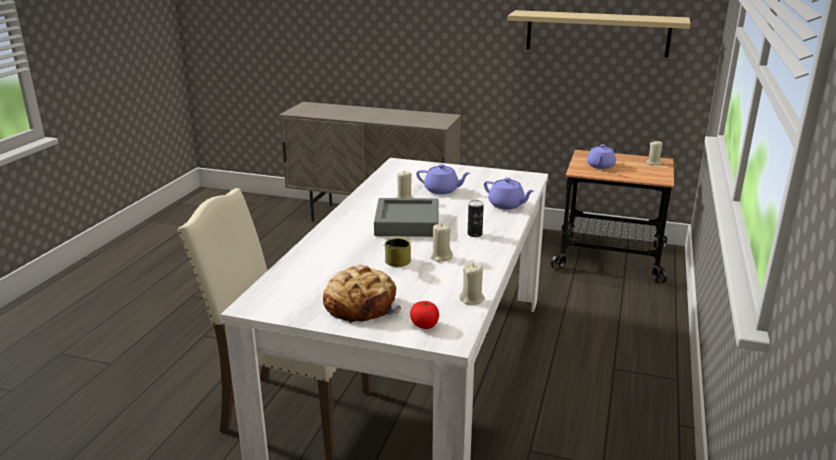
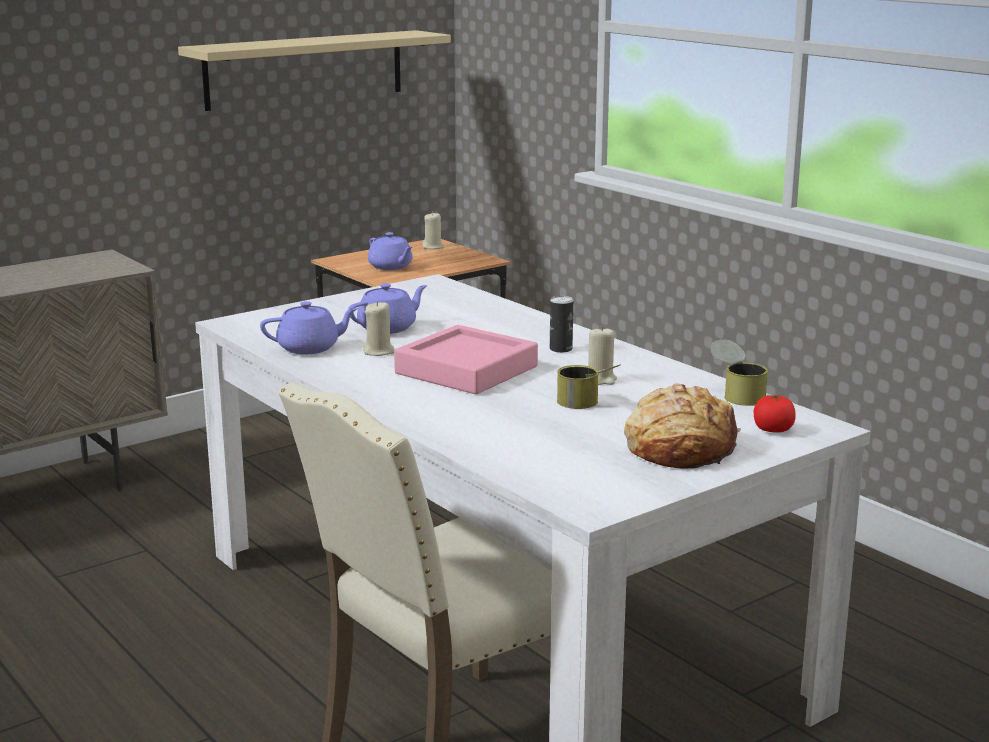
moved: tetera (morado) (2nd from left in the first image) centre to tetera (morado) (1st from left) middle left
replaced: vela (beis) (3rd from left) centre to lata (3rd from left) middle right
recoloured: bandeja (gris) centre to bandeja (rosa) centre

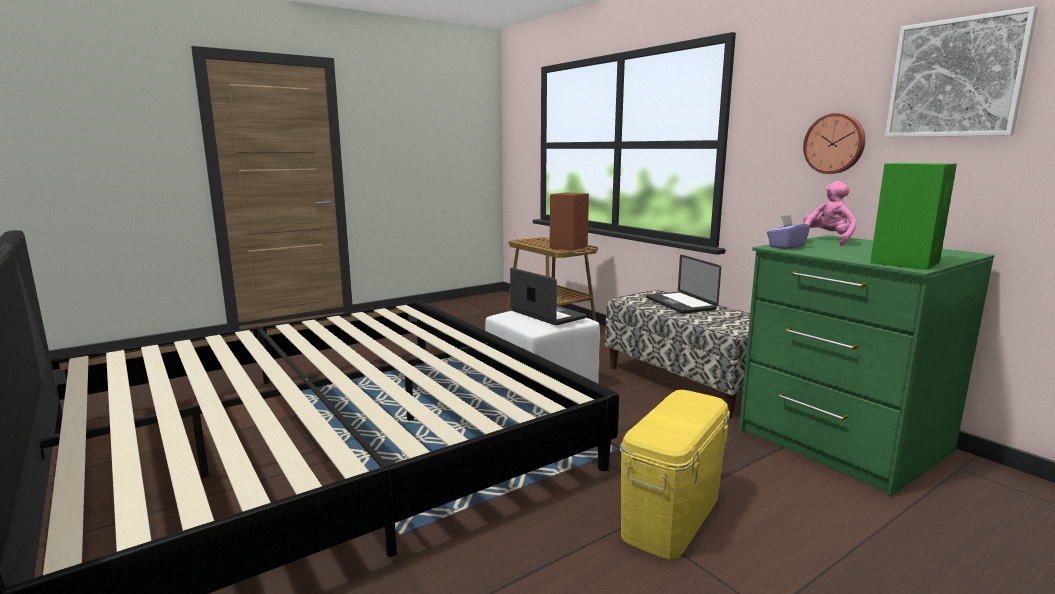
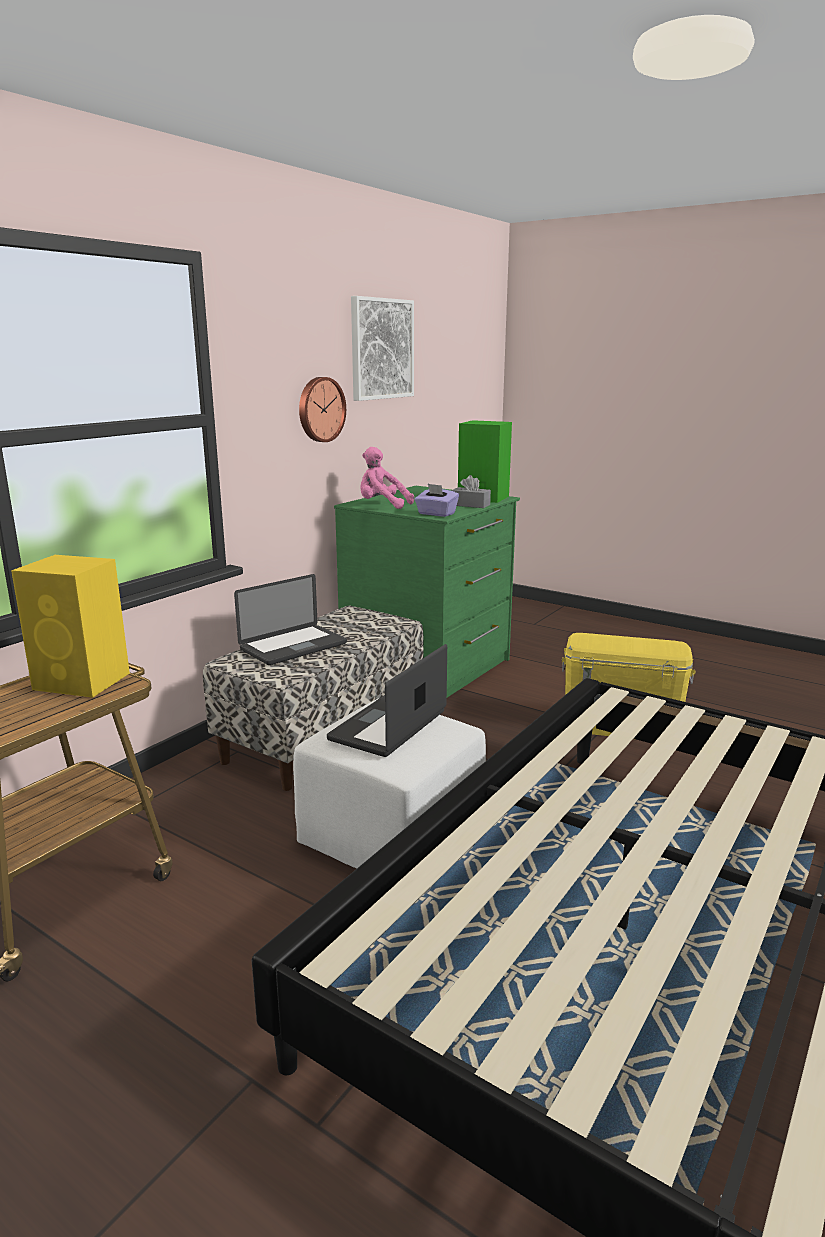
added: caja de pañuelos (gris) centre
recoloured: altavoz (marrón) centre to altavoz (amarillo) middle left

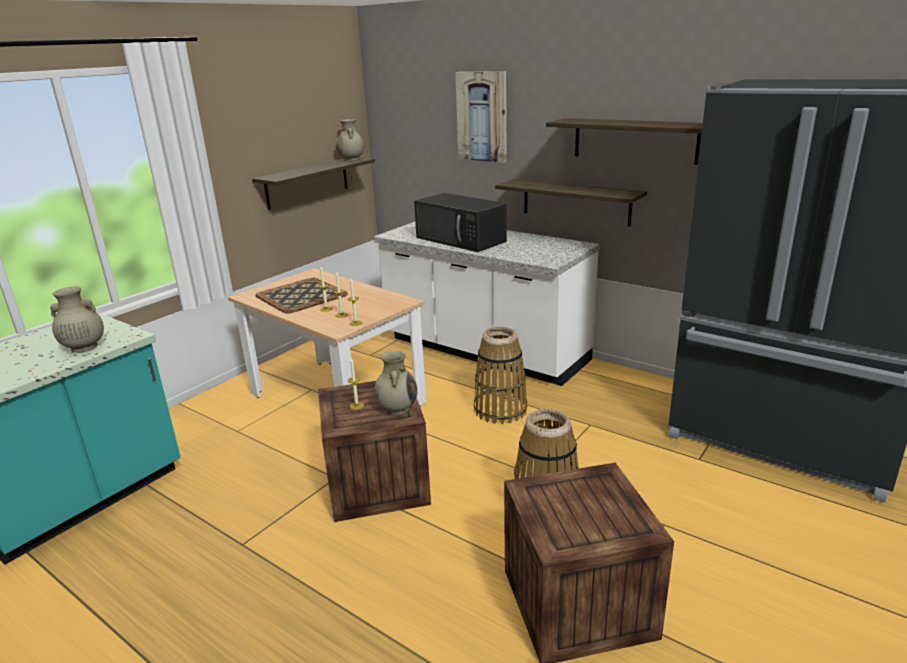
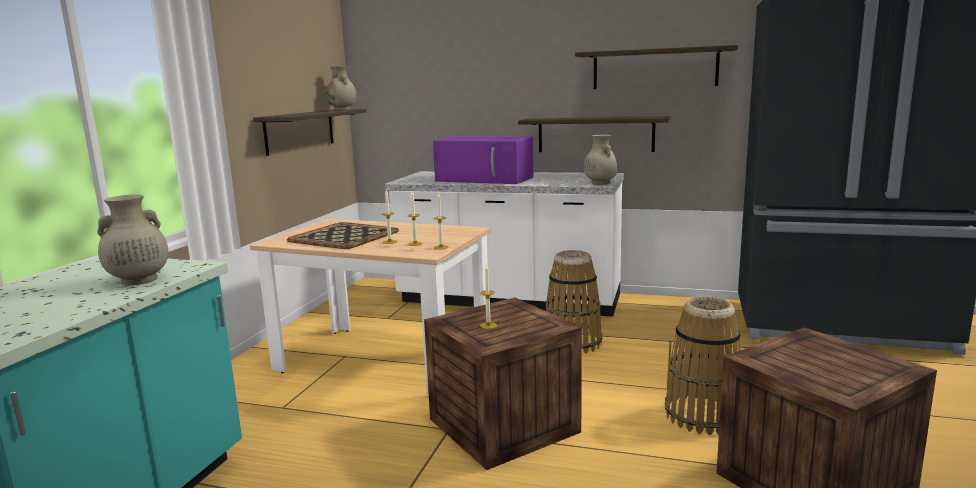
removed: cuadro top centre
moved: florero (beis) (3rd from left) centre to top centre
recoloured: microondas (negro) centre to microondas (morado) top centre

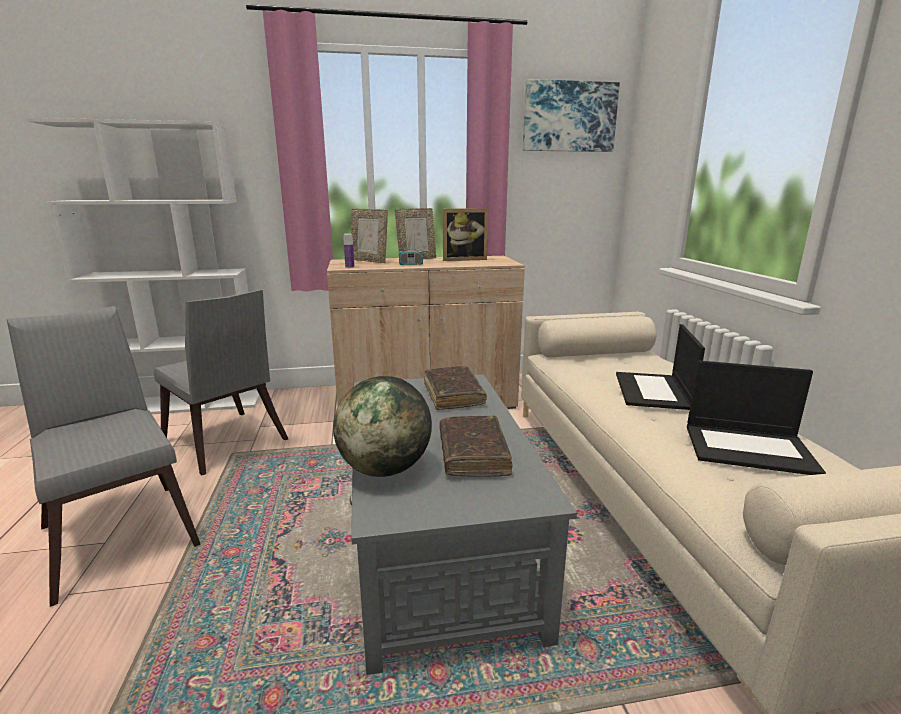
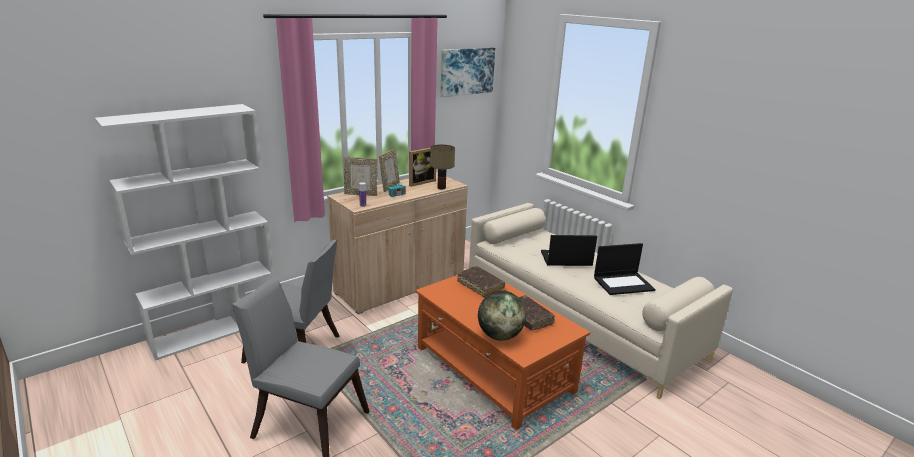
added: lámpara de mesa centre
recoloured: mesa de centro (gris) bottom centre to mesa de centro (naranja) bottom centre
turned: portátil (1st from left) middle right = centre 105 degrees clockwise

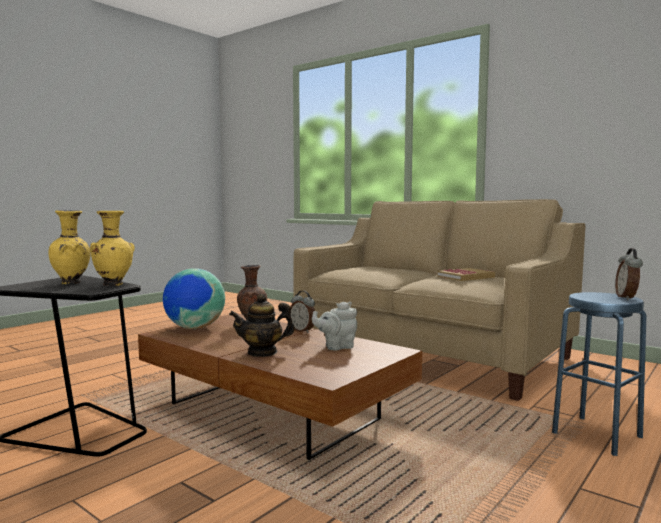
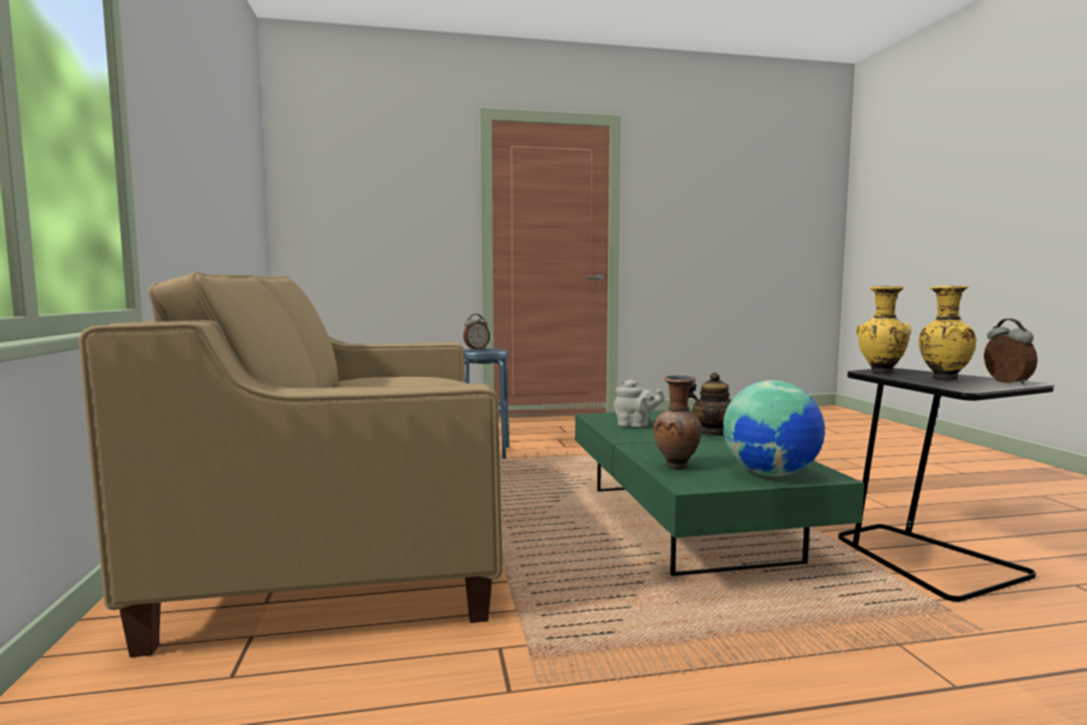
removed: libro middle right
moved: despertador (1st from left in the first image) centre to despertador (2nd from left) middle right
recoloured: mesa de centro (marrón) bottom centre to mesa de centro (verde) bottom centre

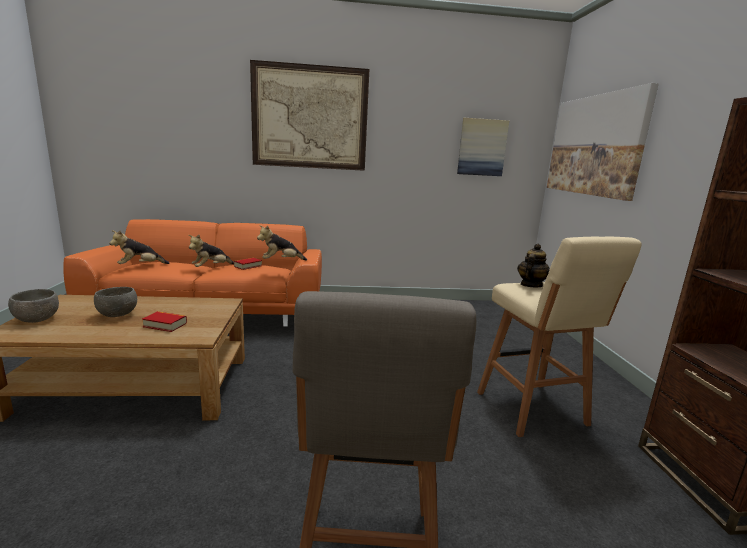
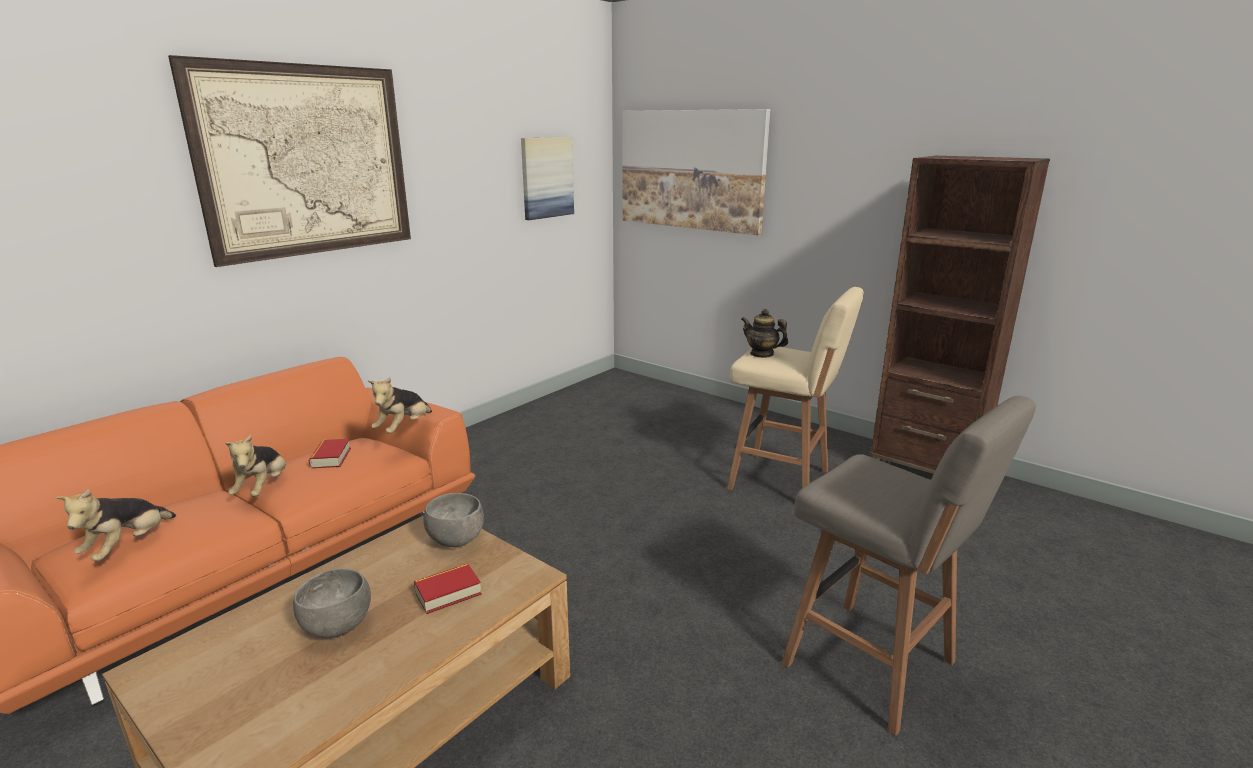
moved: cuenco (gris) (1st from left in the first image) middle left to cuenco (gris) (2nd from left) bottom centre
turned: tetera middle right = centre 45 degrees counterclockwise

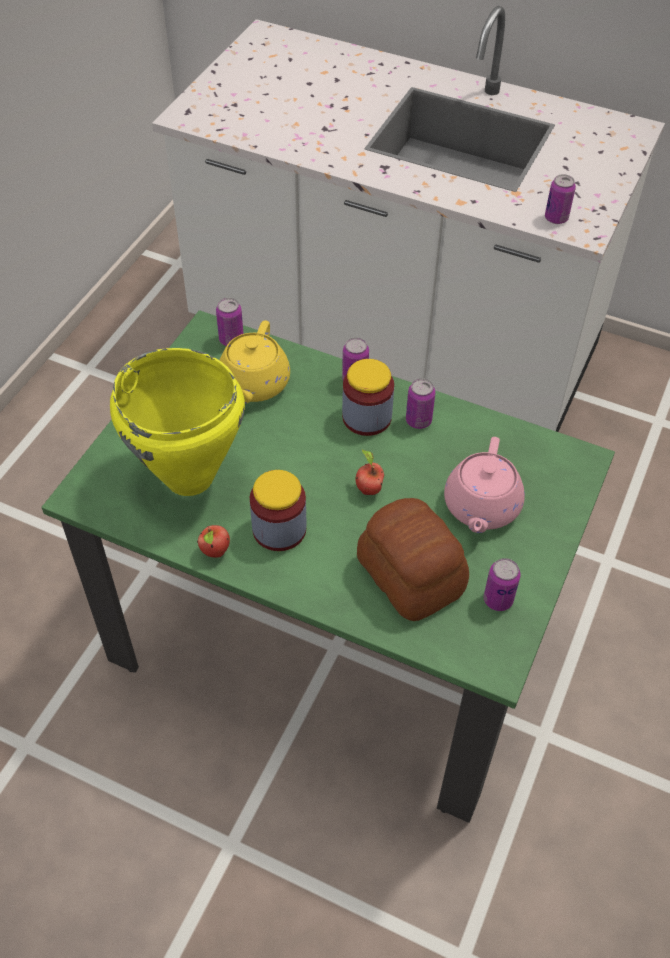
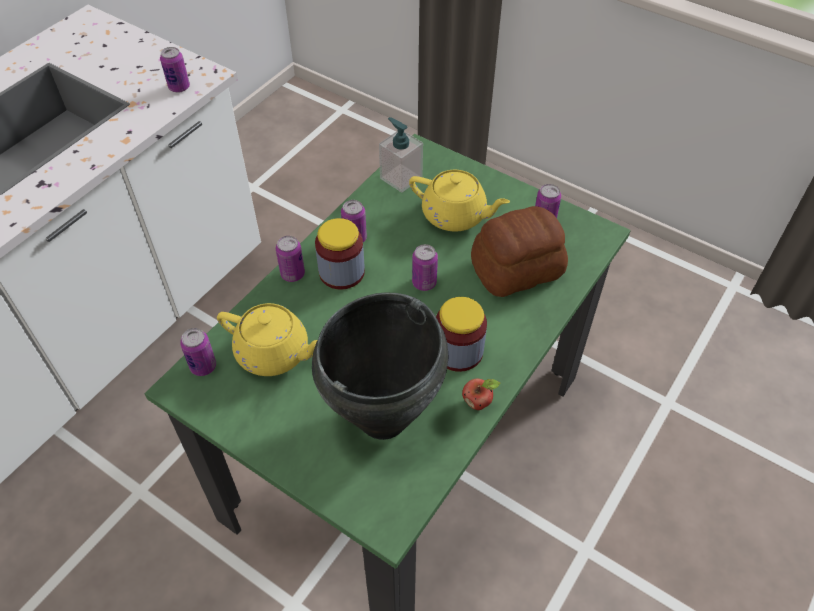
added: dispensador de jabón top centre
replaced: manzana (2nd from left) centre to lata (5th from left) centre
recoloured: olla (amarillo) middle left to olla (negro) centre; tetera (rosa) middle right to tetera (amarillo) (2nd from left) top centre

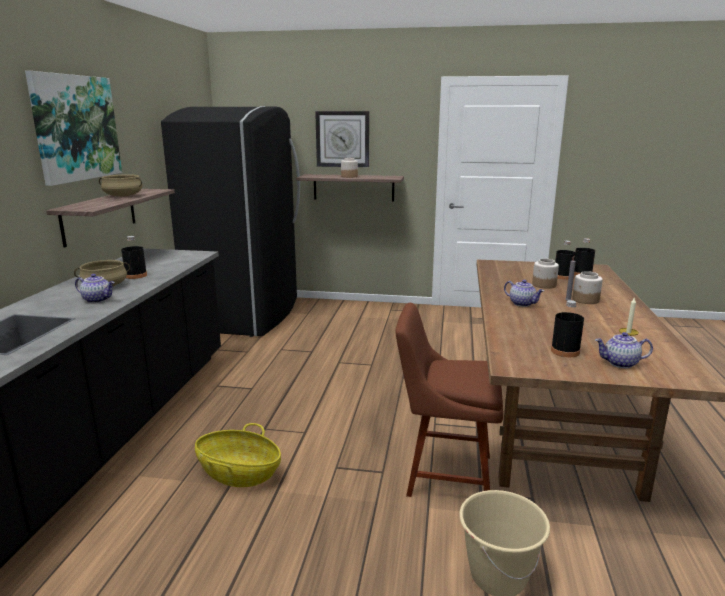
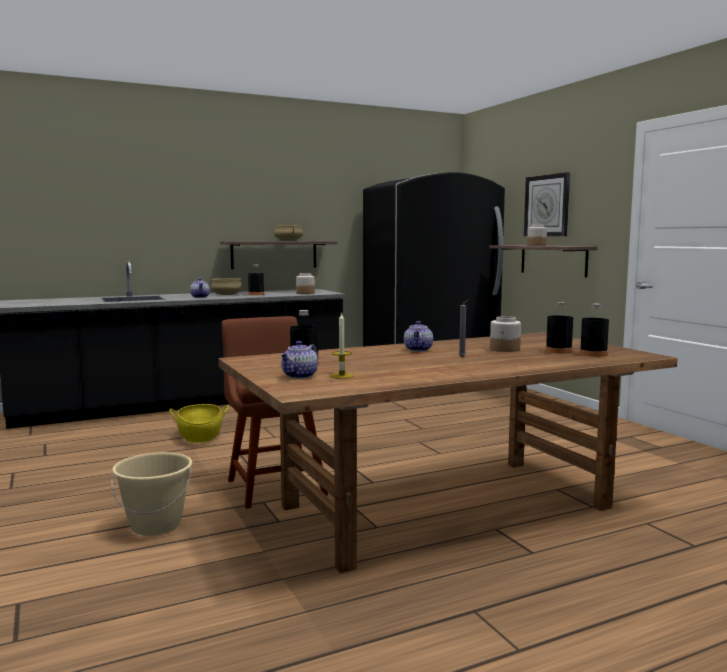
removed: cuadro top left
moved: tarro (3rd from left in the first image) middle right to tarro (1st from left) centre
turned: tetera (3rd from left in the first image) middle right = centre 120 degrees counterclockwise

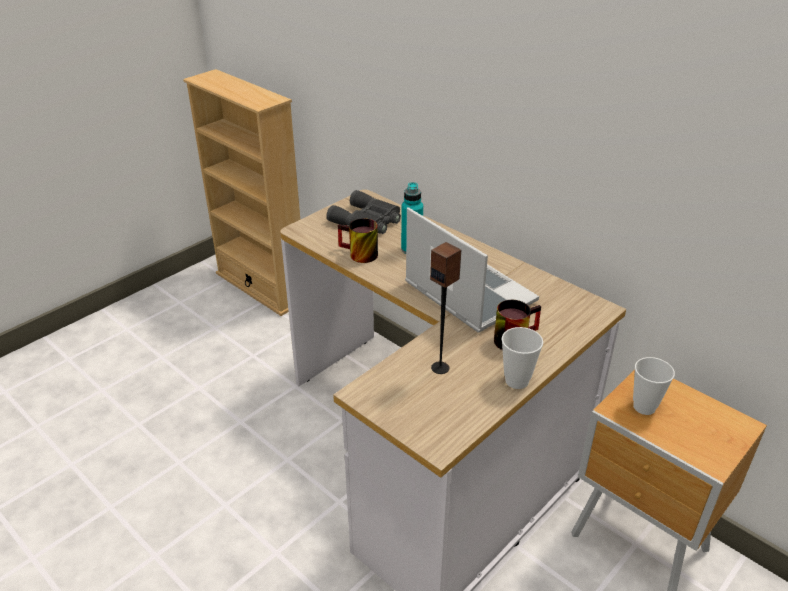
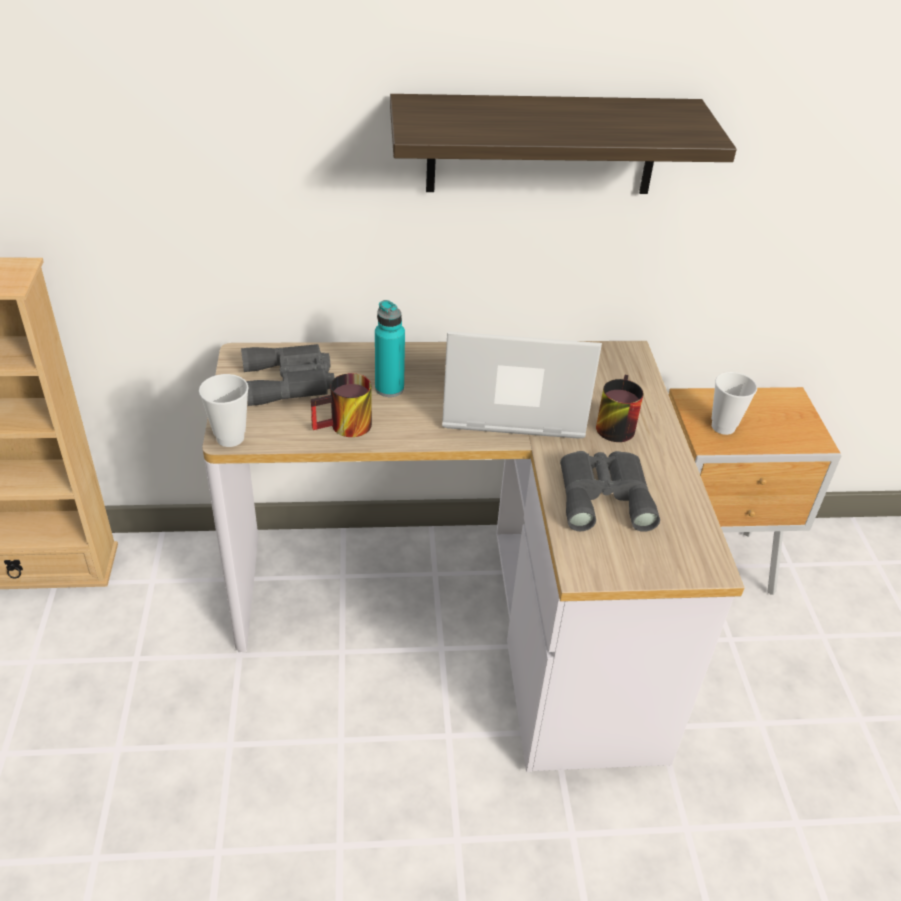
added: estante top centre
moved: taza (1st from left) centre to middle left
replaced: altavoz centre to prismáticos (gris) (2nd from left) middle right

